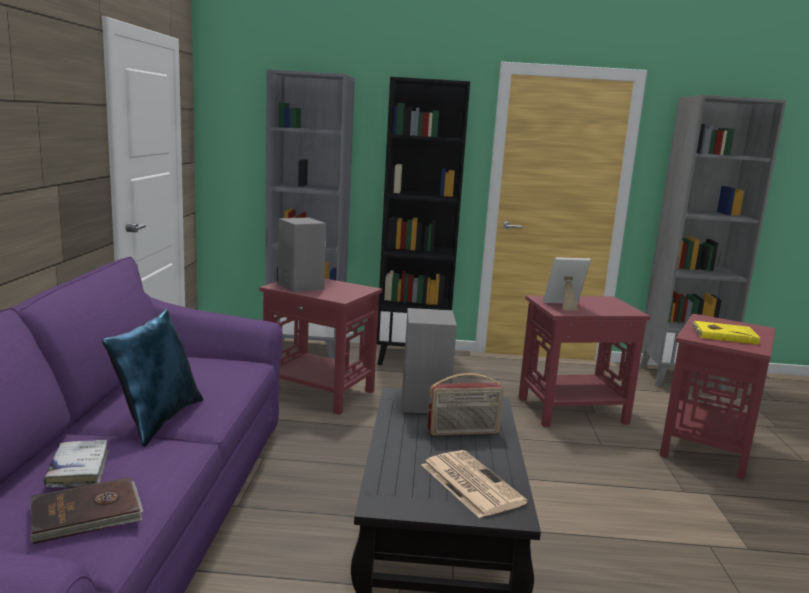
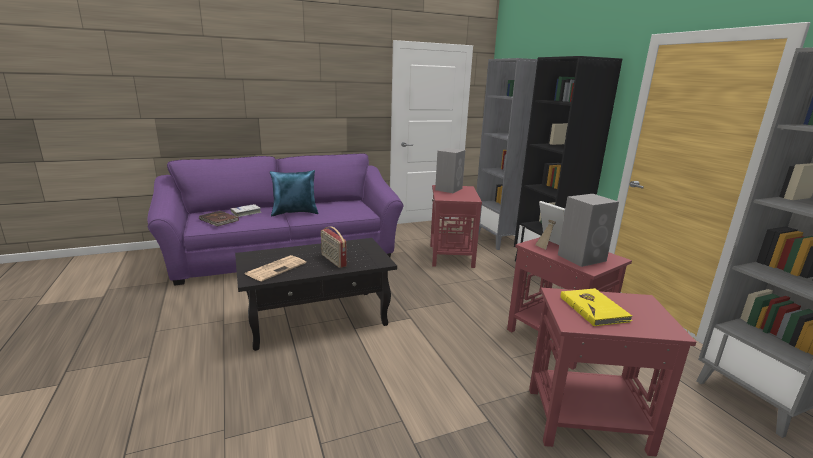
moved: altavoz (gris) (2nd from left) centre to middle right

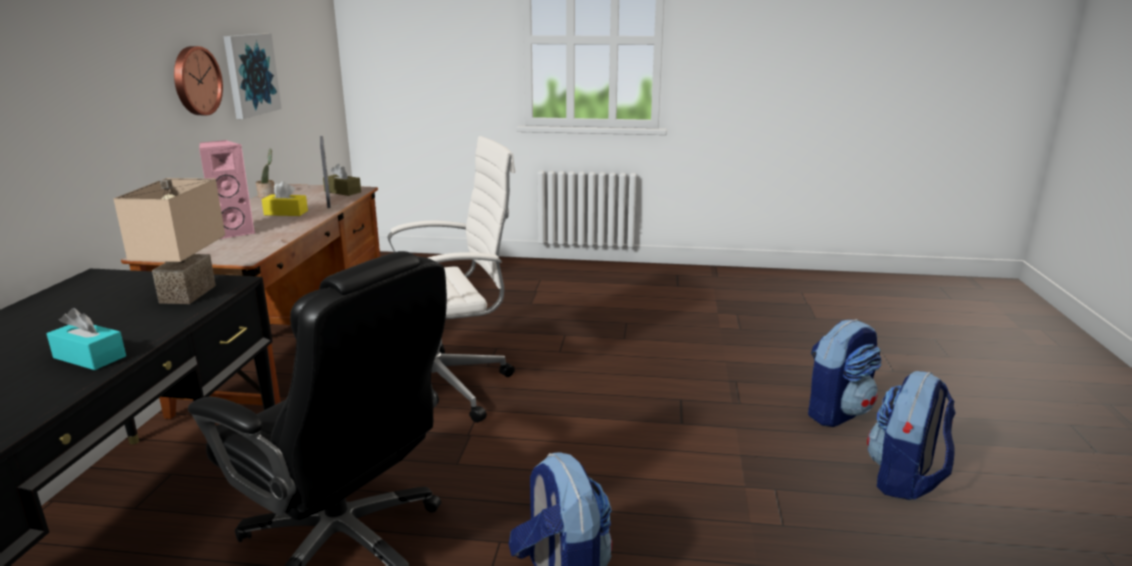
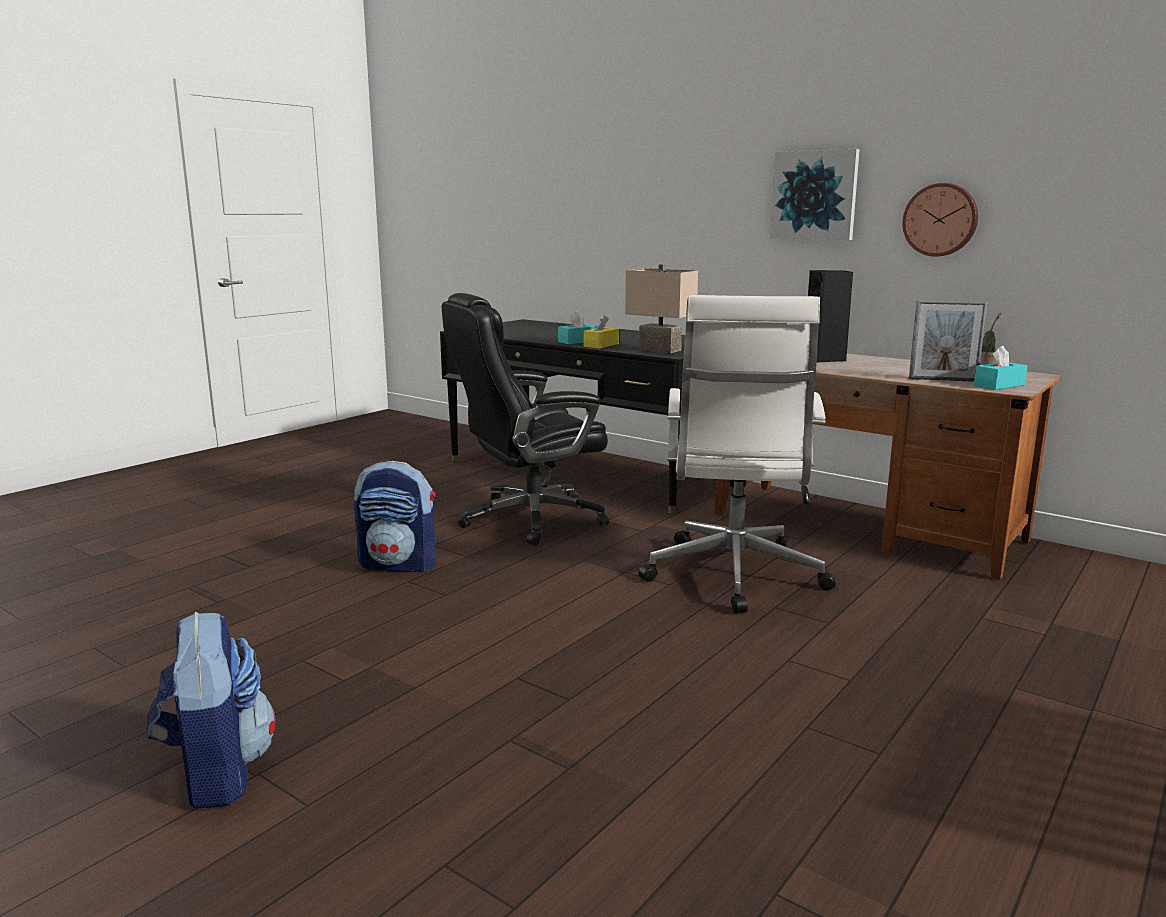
removed: mochila (2nd from left) middle right
moved: cuadro top left to top right; caja de pañuelos (amarillo) middle left to centre
recoloured: altavoz (rosa) middle left to altavoz (negro) middle right; caja de pañuelos (marrón) top left to caja de pañuelos (turquesa) (2nd from left) middle right

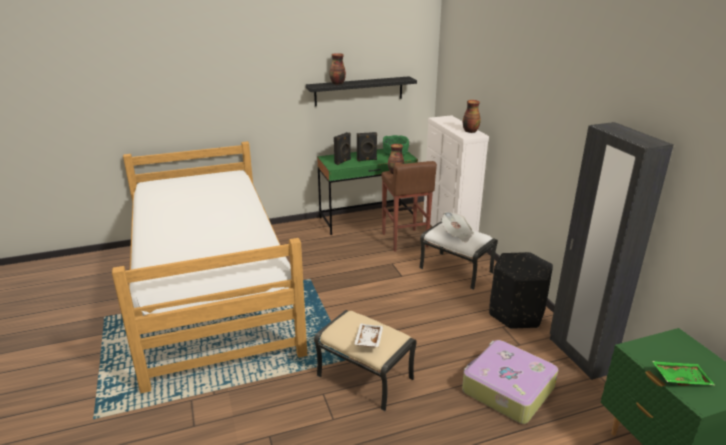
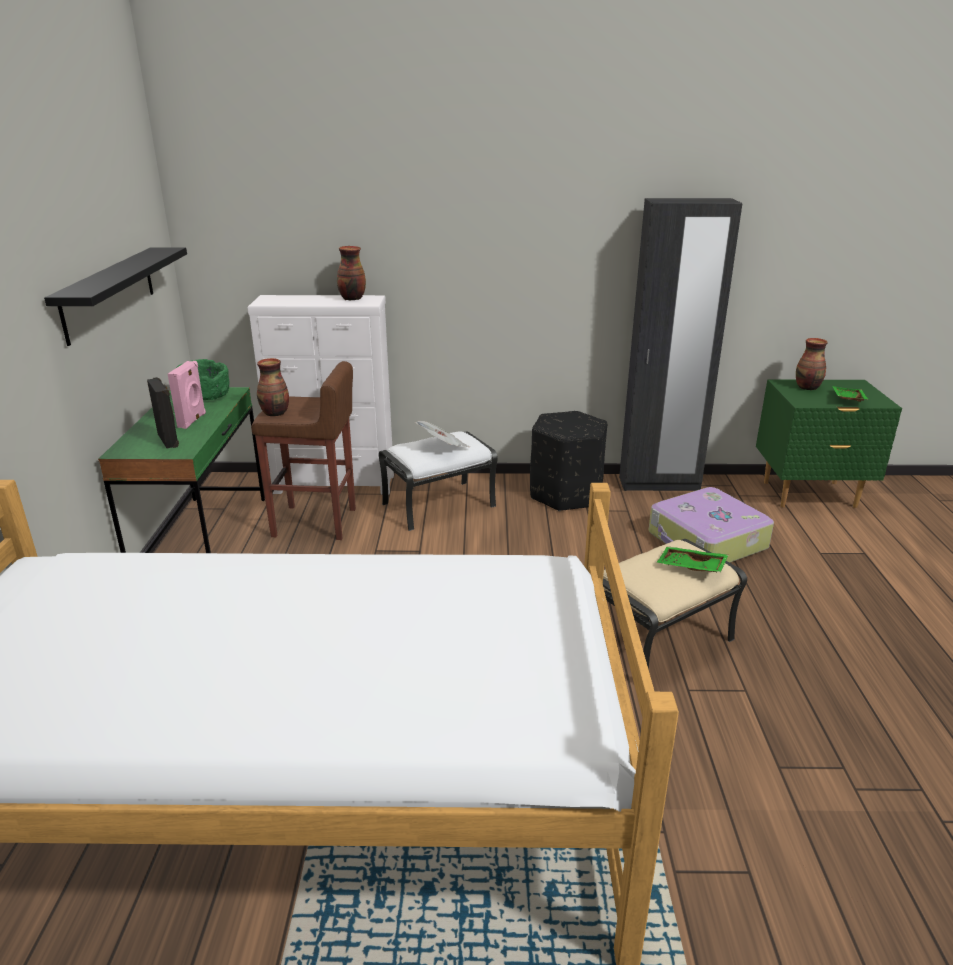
moved: florero (1st from left in the first image) top centre to florero (3rd from left) middle right
recoloured: altavoz (negro) (2nd from left) top centre to altavoz (rosa) middle left; bandeja (blanco) bottom centre to bandeja (verde) (1st from left) middle right

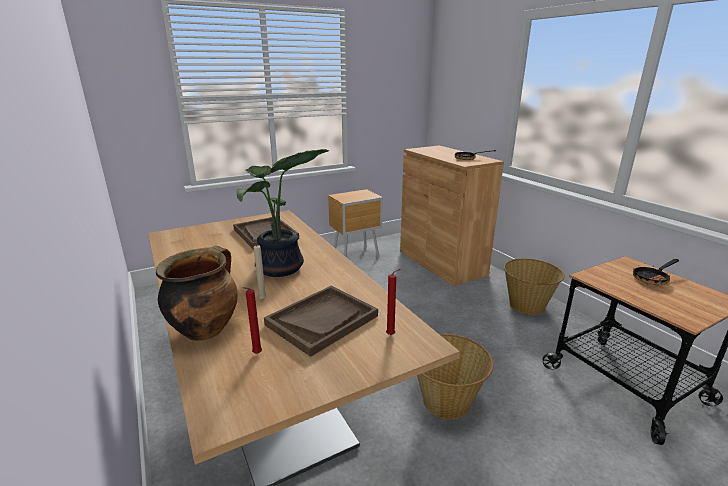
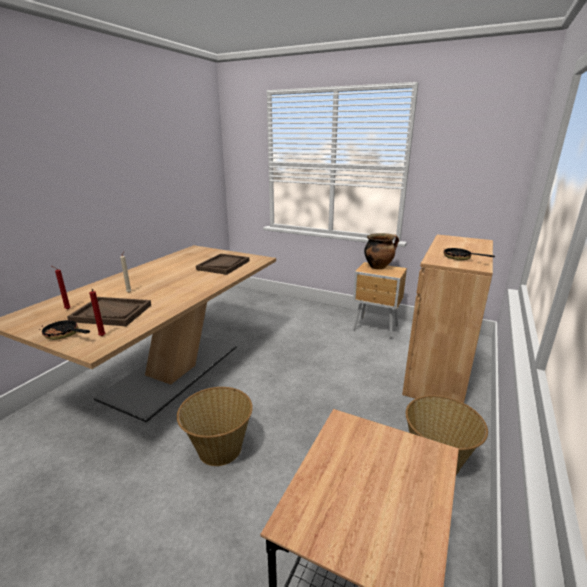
removed: planta en maceta centre
moved: olla middle left to centre; sartén (2nd from left in the first image) middle right to sartén (1st from left) middle left

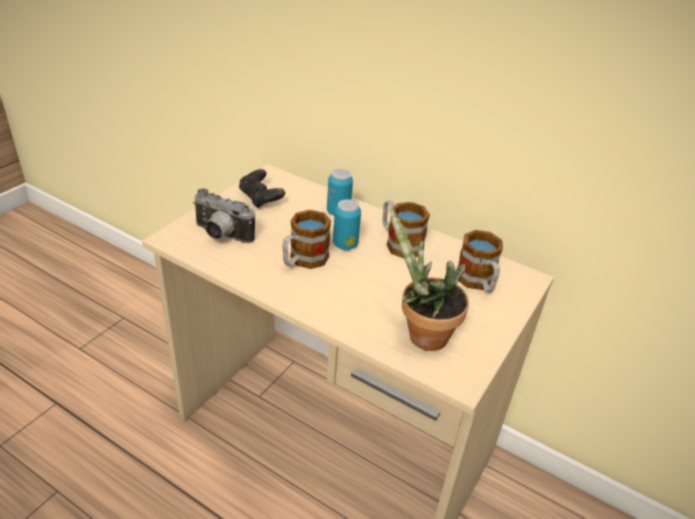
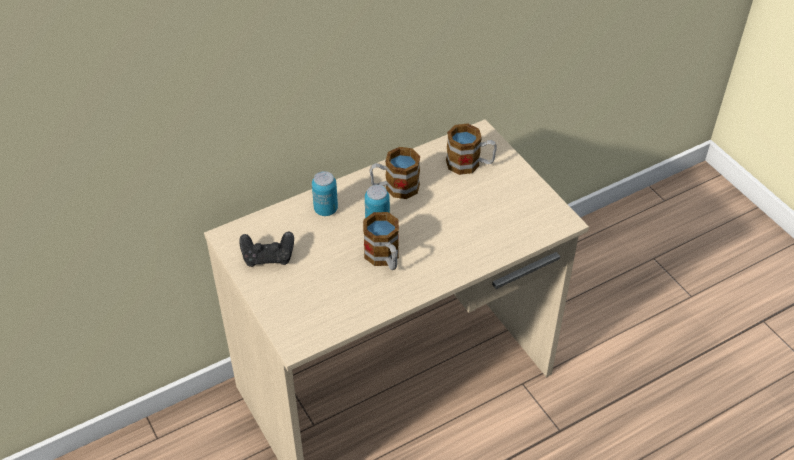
removed: cámara middle left; planta en maceta centre

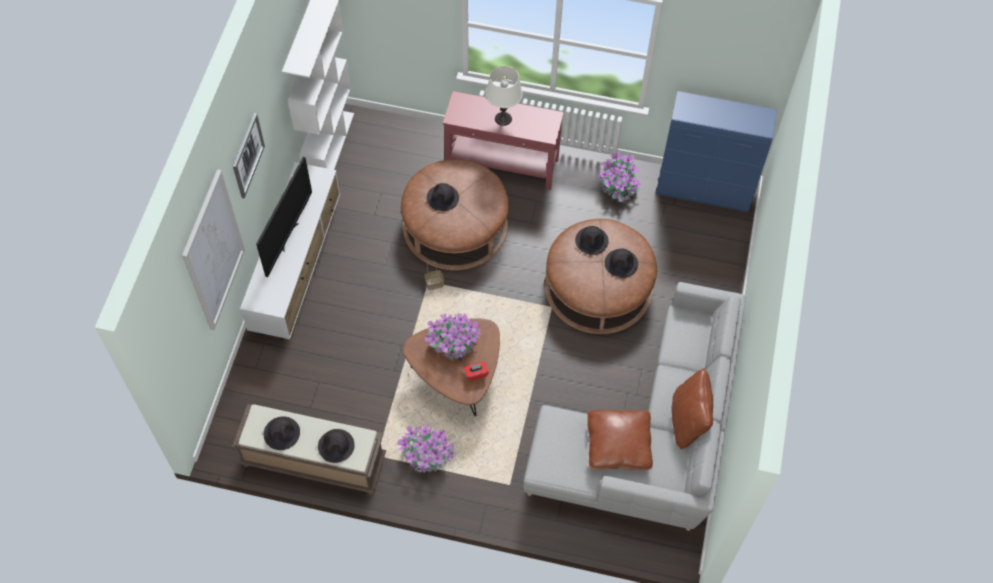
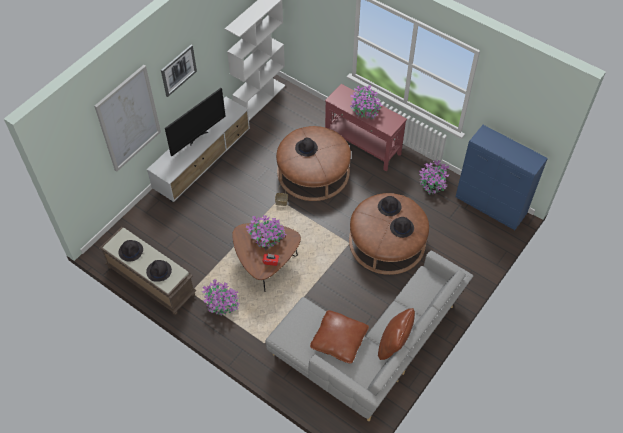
replaced: lámpara de mesa (blanco) top centre to planta en maceta (3rd from left) top centre

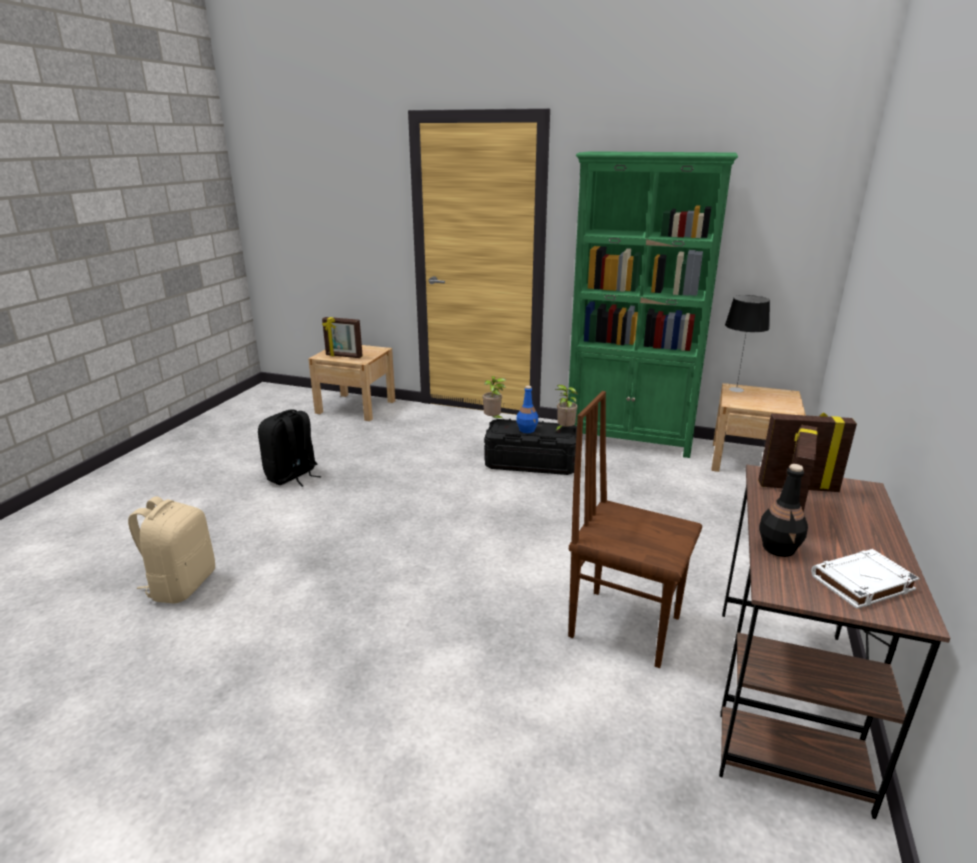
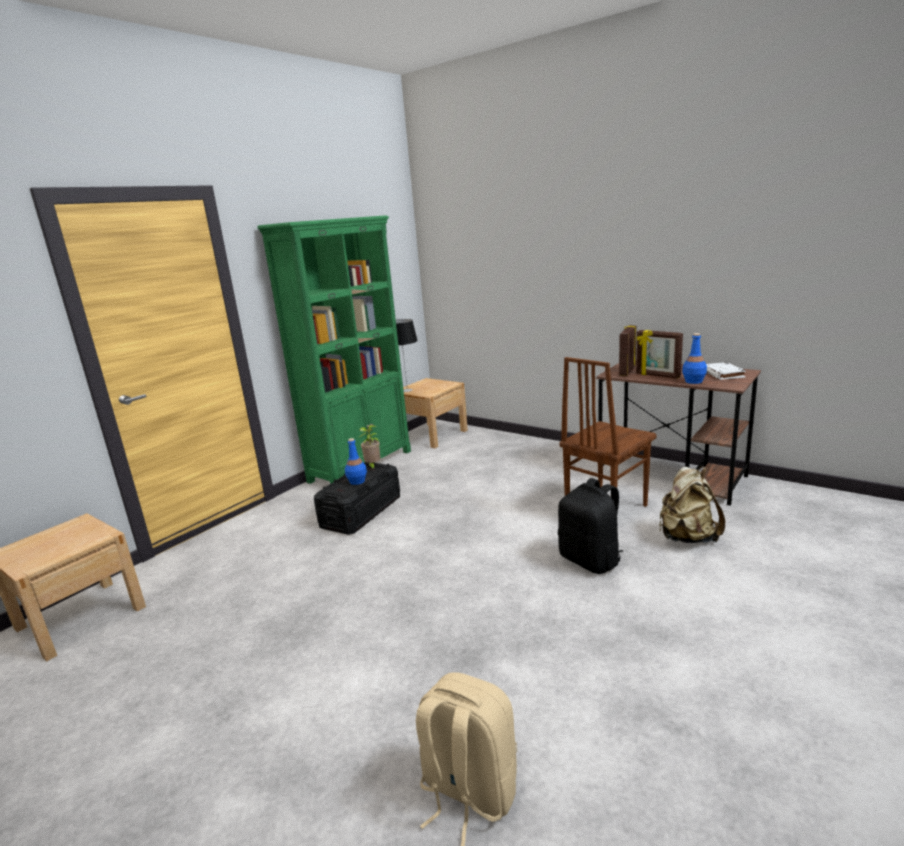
removed: portarretratos (1st from left) centre; planta en maceta (1st from left) centre
added: mochila (beis) (2nd from left) middle right
moved: mochila (negro) middle left to centre
recoloured: botella (negro) middle right to botella (azul) (2nd from left) middle right

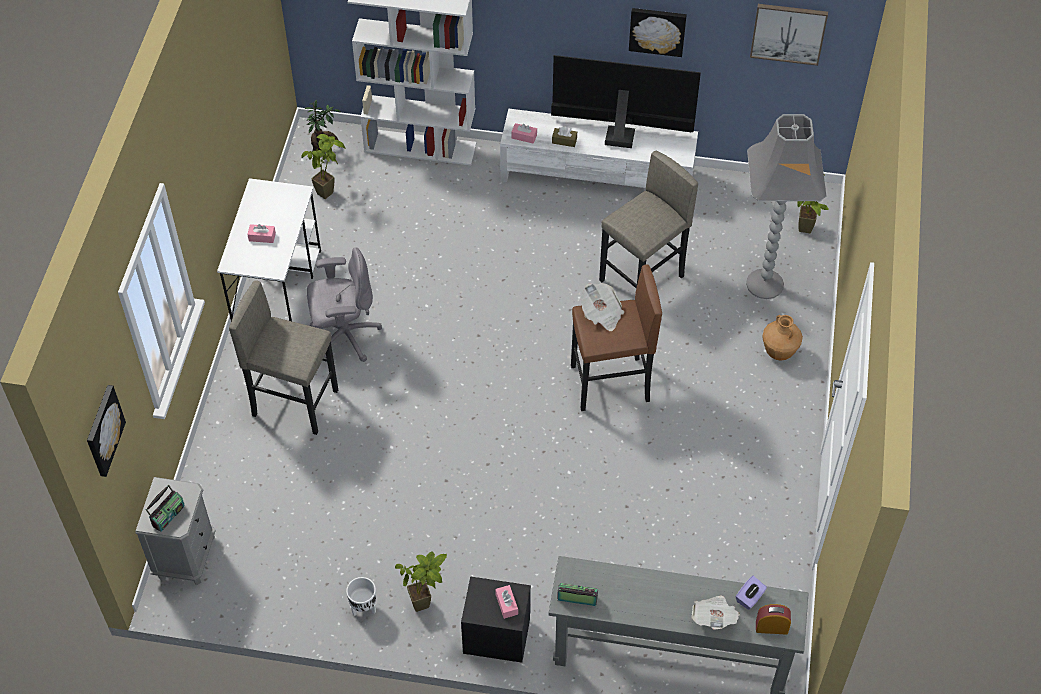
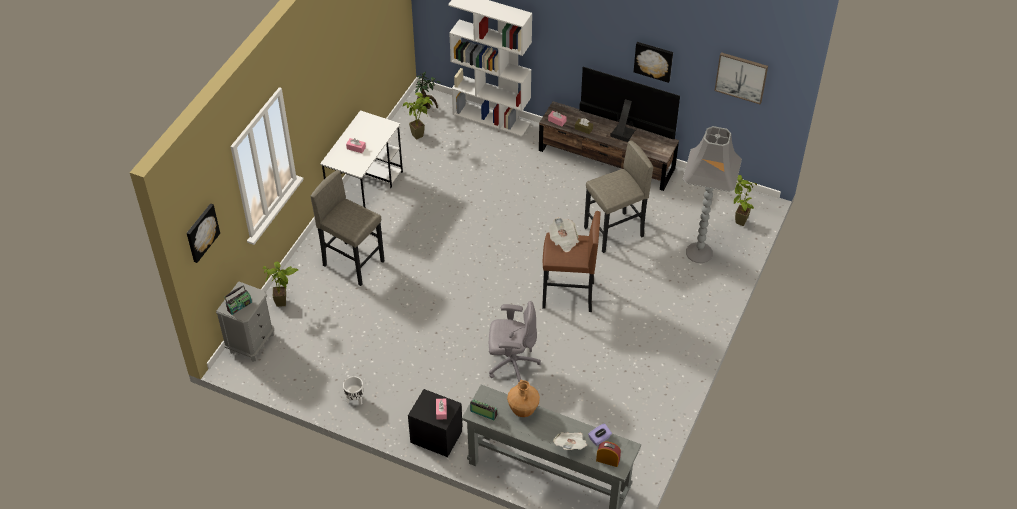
moved: silla de oficina (gris) middle left to bottom centre; florero (marrón) middle right to bottom centre; planta en maceta (3rd from left in the first image) bottom centre to planta en maceta (1st from left) middle left
recoloured: mueble de televisión (blanco) top centre to mueble de televisión (marrón) top centre

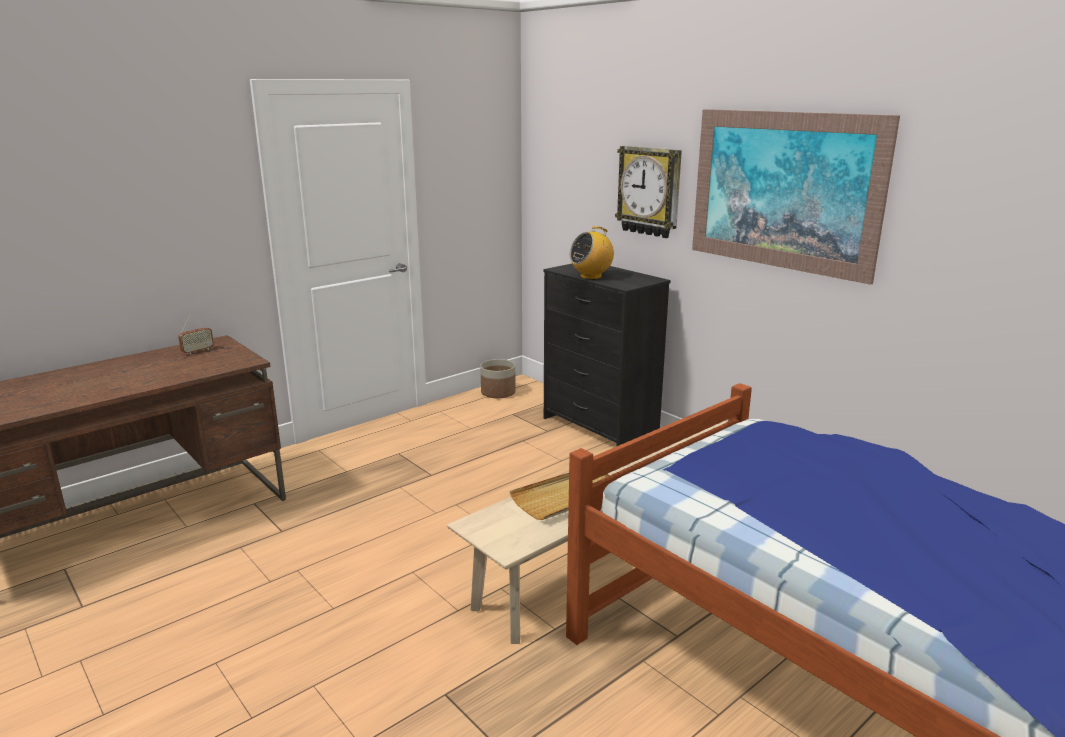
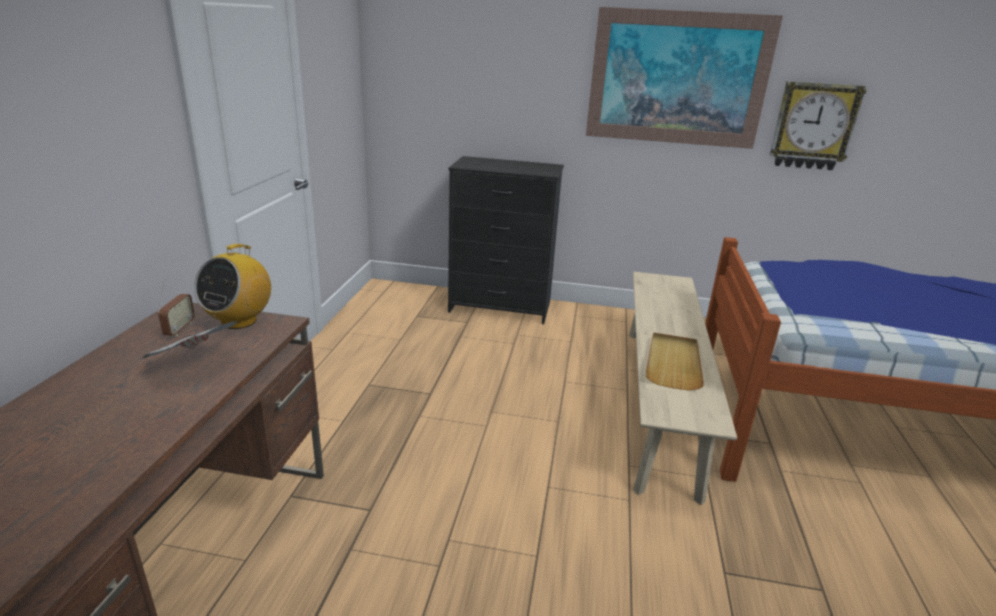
removed: maceta centre
added: periódico middle left
moved: reloj de pared top centre to top right; radio (2nd from left) centre to middle left

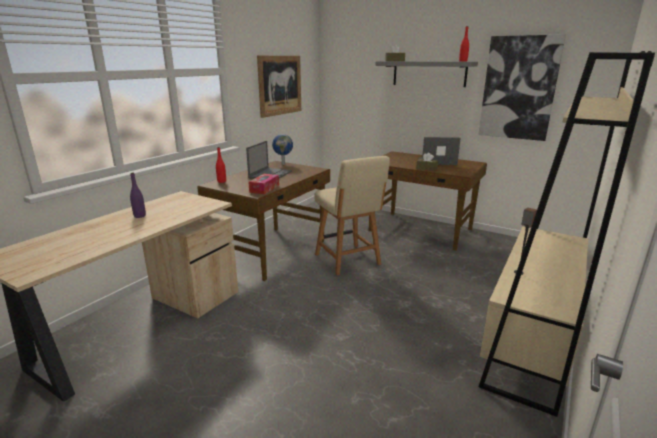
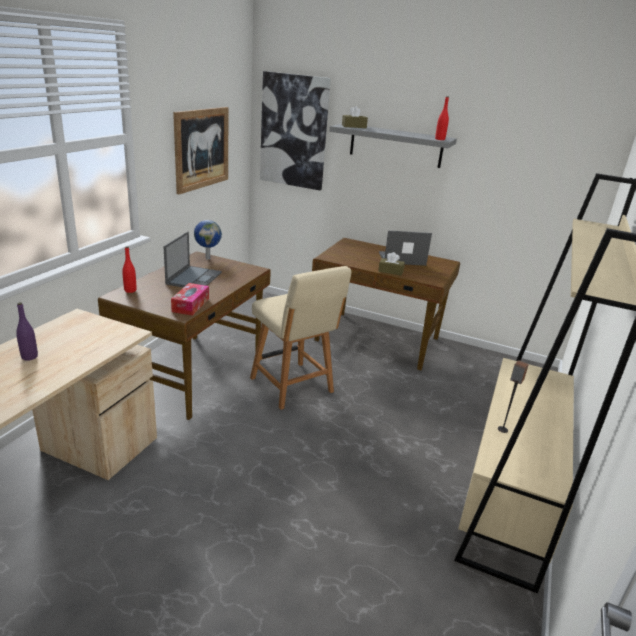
moved: cuadro (2nd from left) top right to top centre

